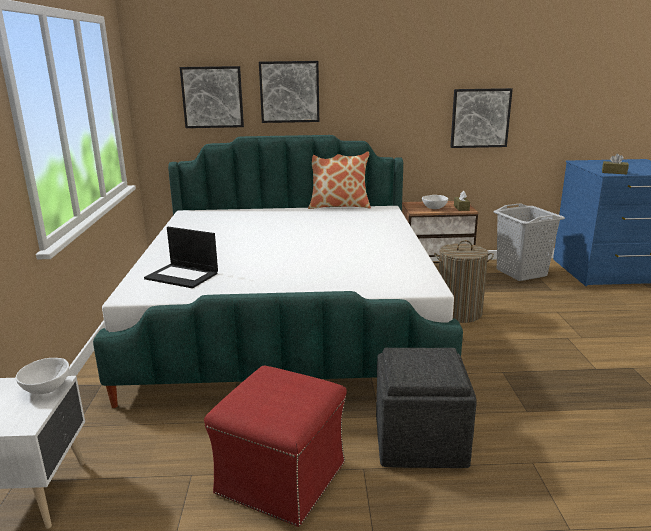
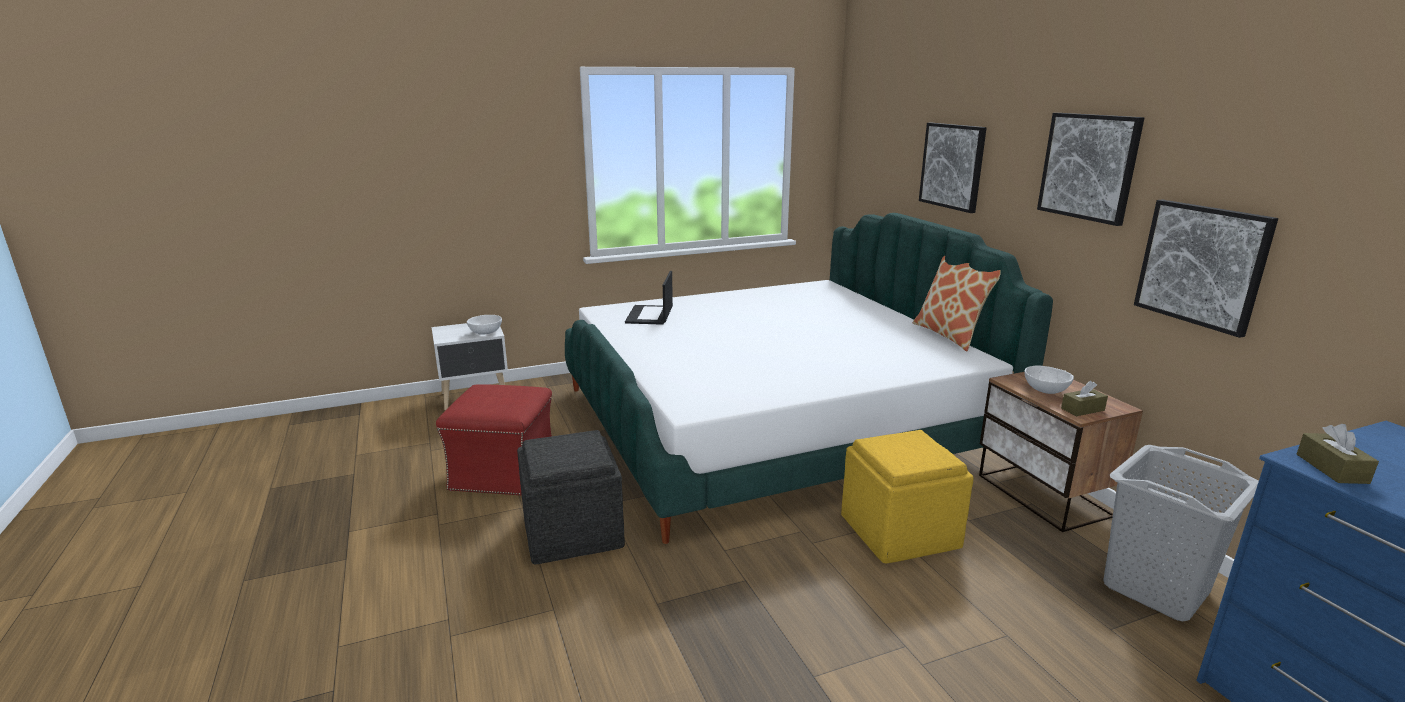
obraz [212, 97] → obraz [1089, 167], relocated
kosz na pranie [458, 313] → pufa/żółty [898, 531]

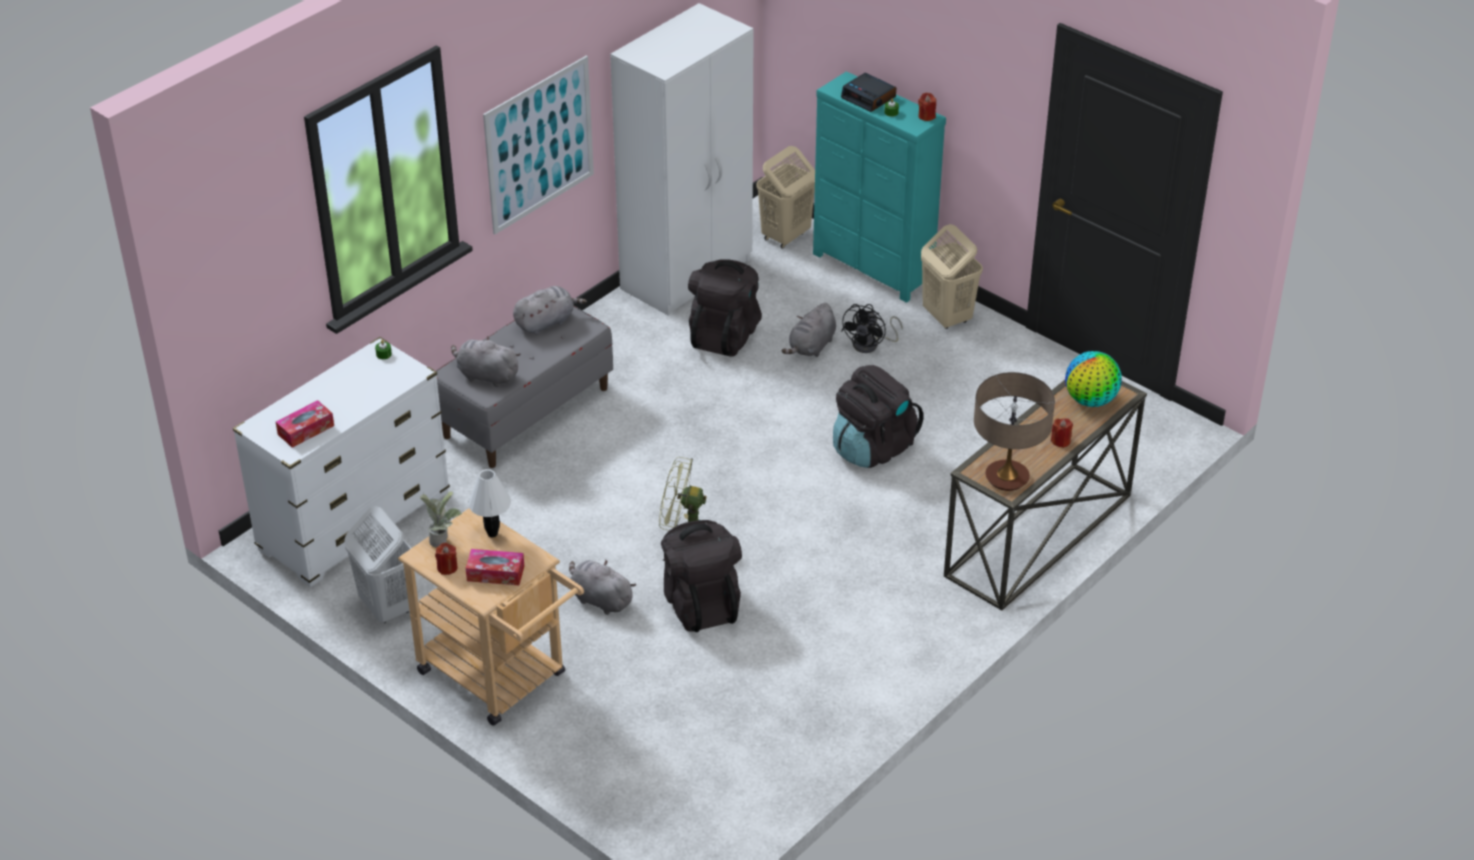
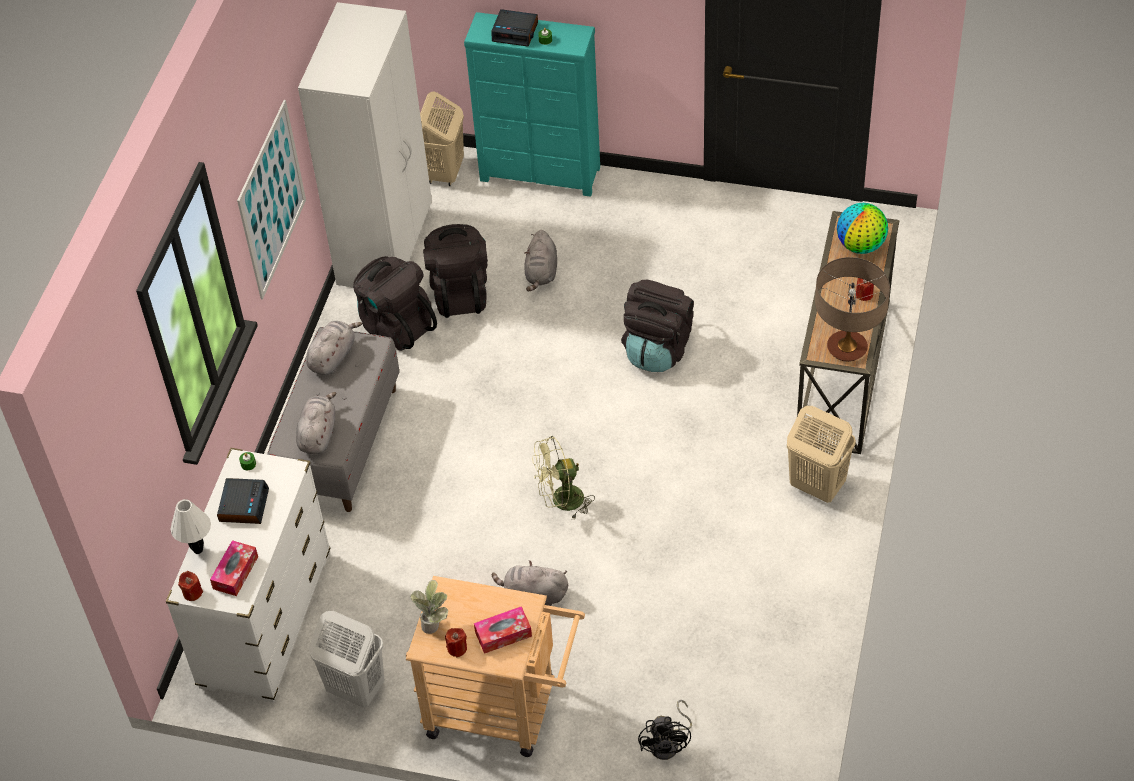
świeca/czerwony [926, 116] → świeca/czerwony [192, 593], relocated
kosz na pranie/beżowy [946, 317] → kosz na pranie/beżowy [816, 486], relocated
wentylator/czarny [871, 345] → wentylator/czarny [669, 743], relocated
pluszak/szary [486, 376] → pluszak/szary [318, 434], 105 degrees clockwise
lampa stołowa/biały [492, 534] → lampa stołowa/biały [198, 550], relocated
plecak/czarny [701, 603] → plecak/czarny [395, 325], relocated
- → budzik [243, 505]

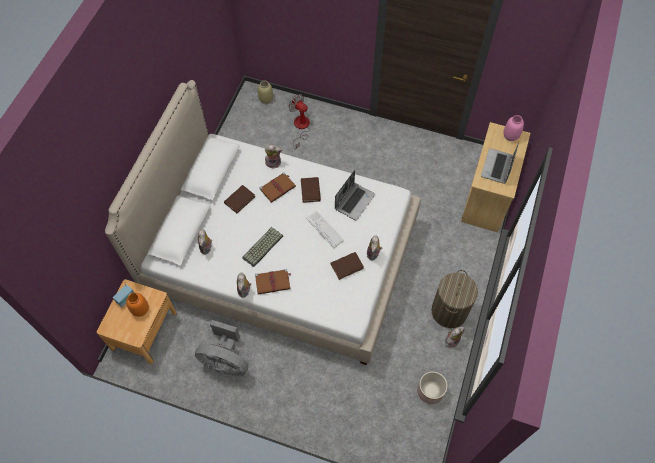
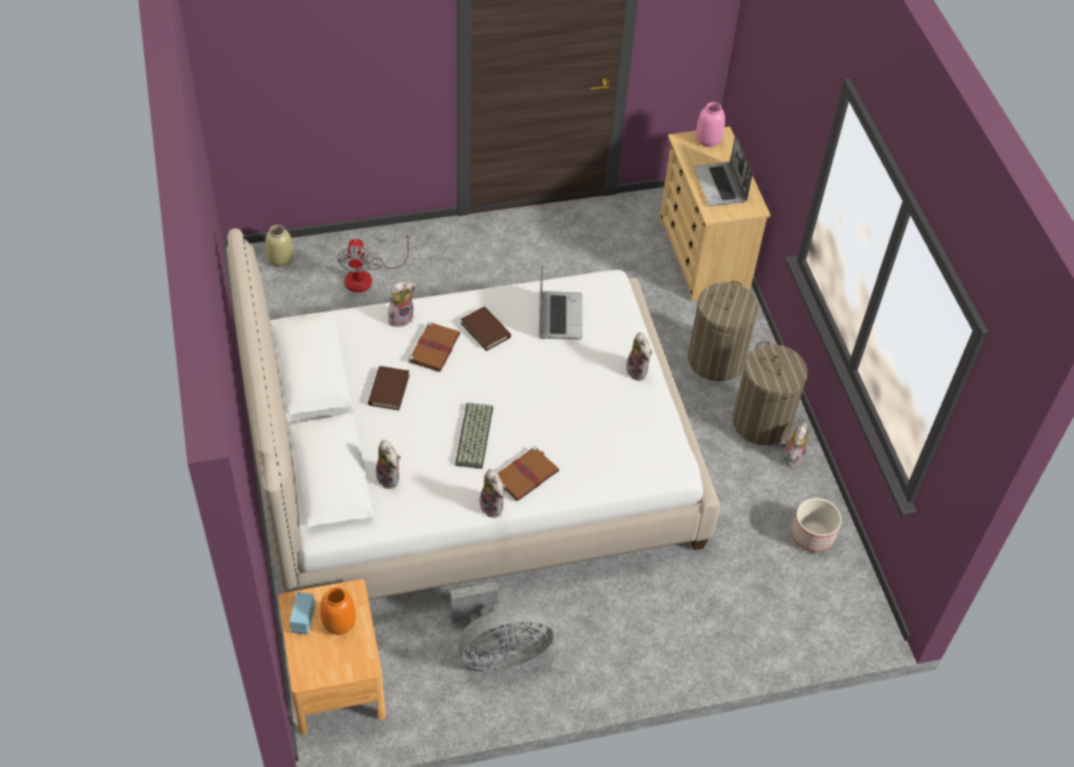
wentylator [301, 127] → wentylator [367, 276], 105 degrees counterclockwise
klawiatura [325, 229] → -
książka/brązowy [347, 266] → -
- → kosz na pranie [716, 360]

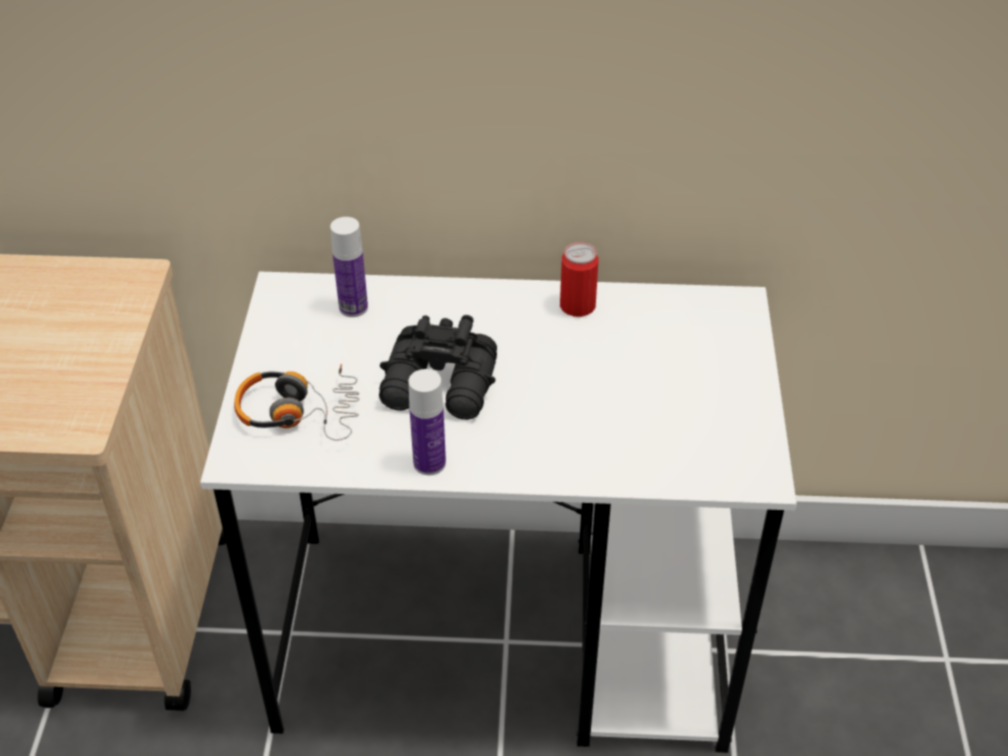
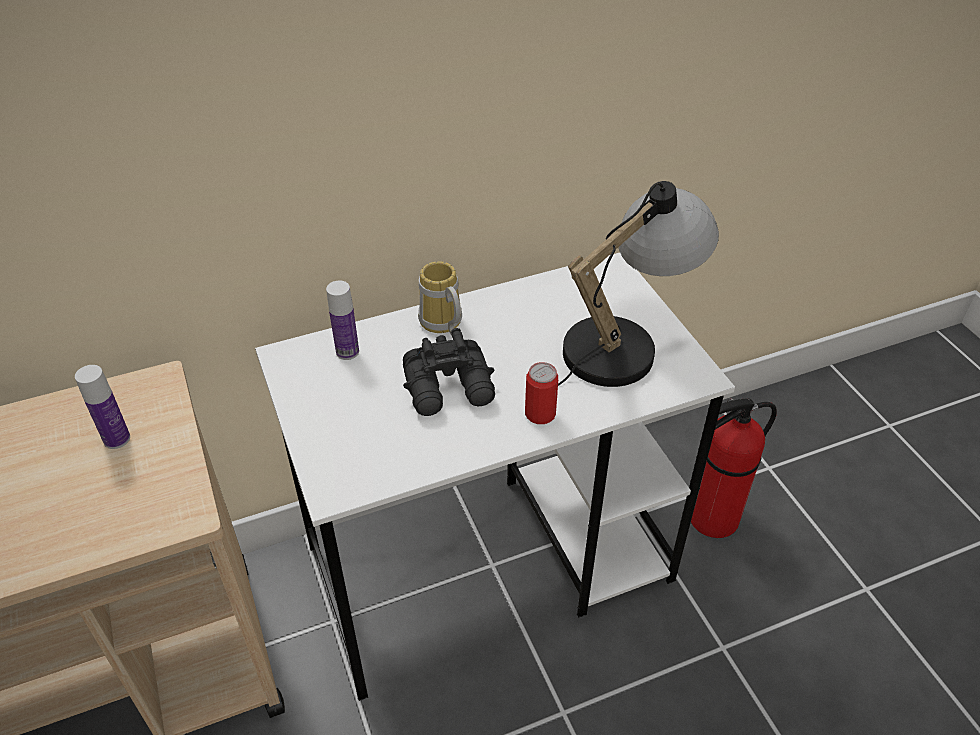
puszka [577, 306] → puszka [540, 414], relocated
słuchawki [299, 412] → -
butelka [429, 463] → butelka [117, 439], relocated
- → lampa stołowa [626, 342]
- → kubek [441, 325]
- → gaśnica [712, 519]

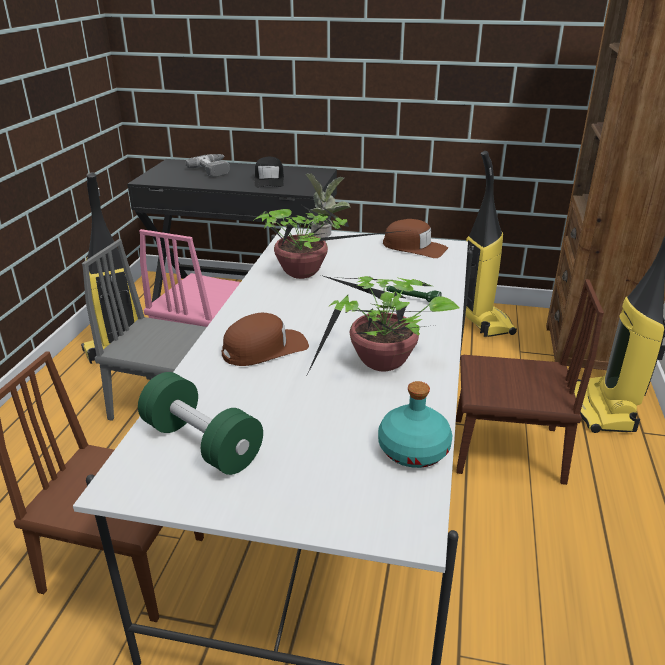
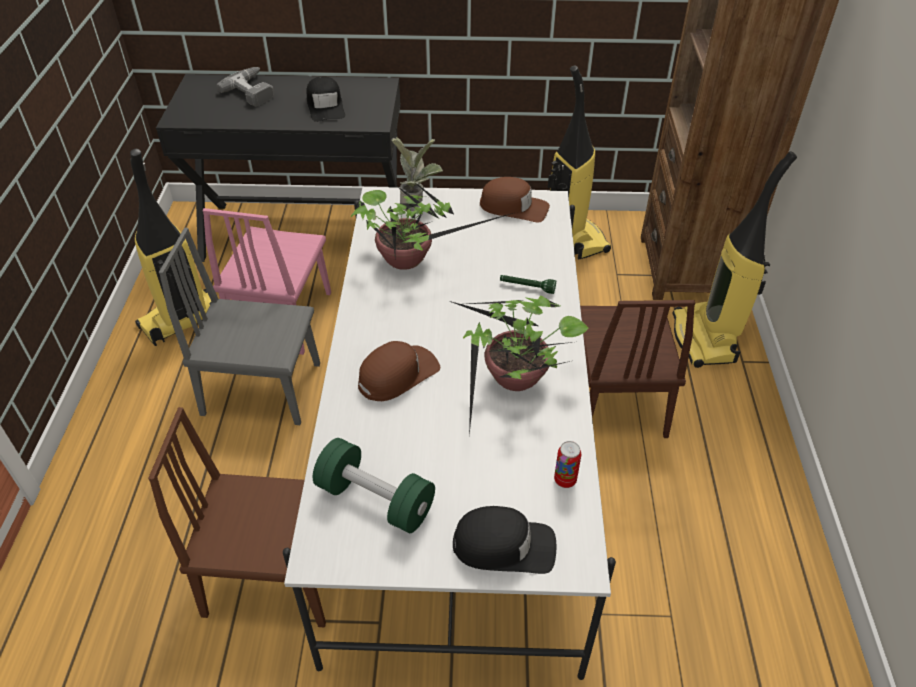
krzesło/brązowy [507, 450] → krzesło/brązowy [616, 398], 90 degrees clockwise
butelka/turkusowy [414, 450] → puszka [565, 480]
- → czapka z daszkiem/czarny [504, 546]

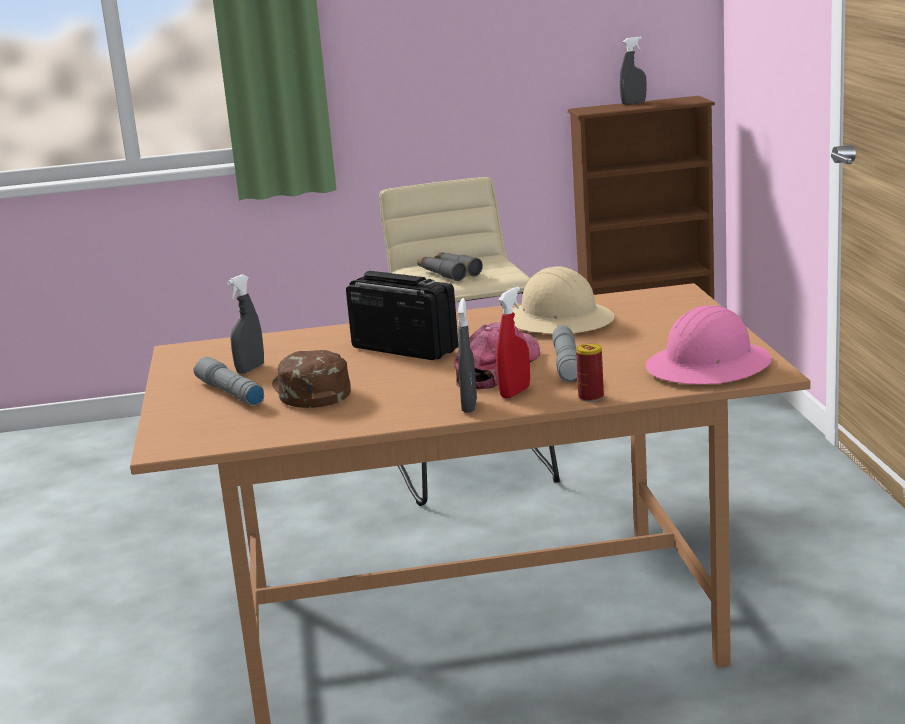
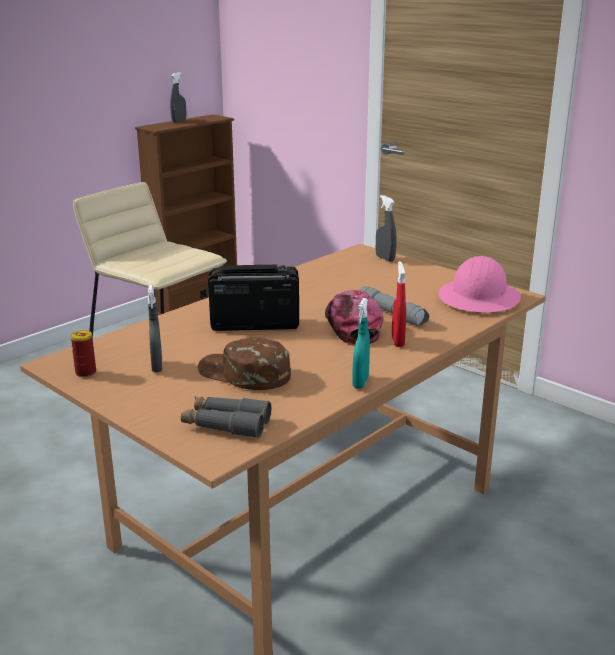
lornetka/szary [448, 273] → lornetka/szary [226, 424], relocated
kask/beżowy [559, 321] → -
spryskiwacz/szary [469, 406] → spryskiwacz/szary [385, 258], relocated
puszka [591, 397] → puszka [86, 373], relocated
latarka/szary [229, 393] → -
- → spryskiwacz/turkusowy [360, 382]

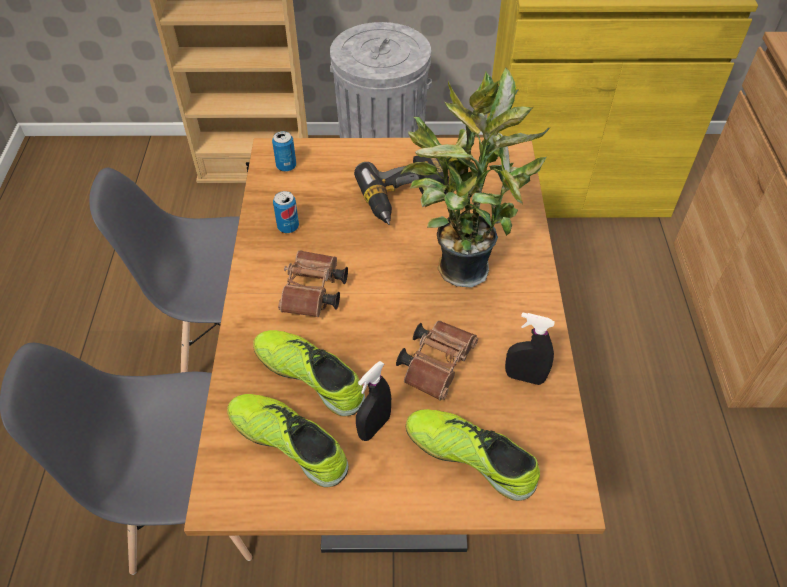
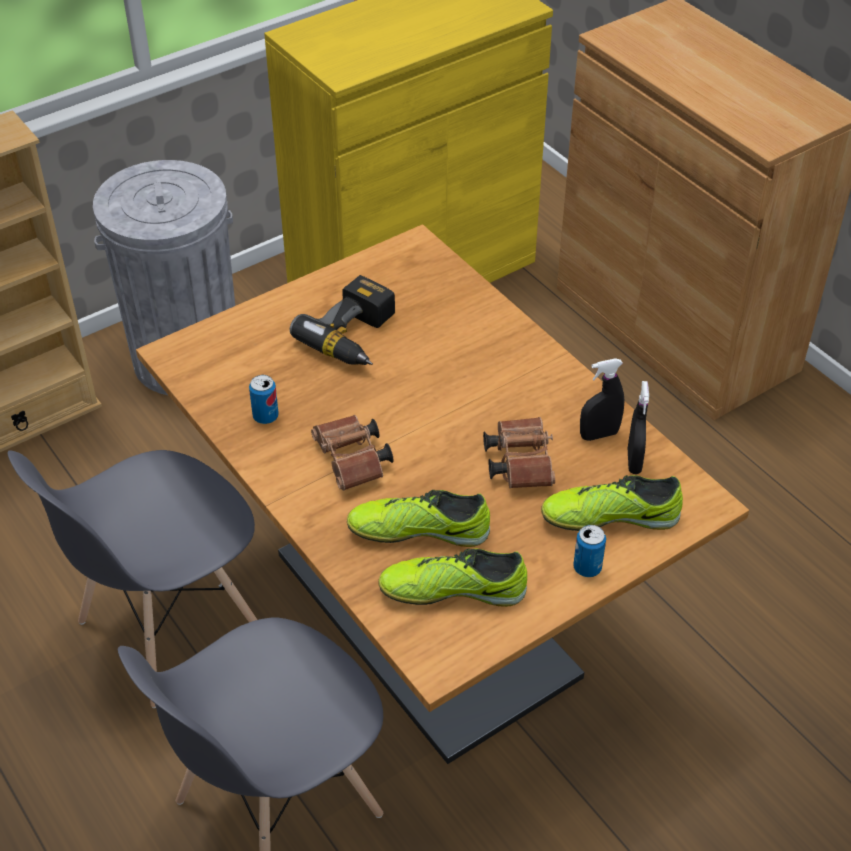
roślina doniczkowa [459, 265] → -
puszka [286, 166] → puszka [587, 568], relocated
spryskiwacz/czarny [374, 427] → spryskiwacz/czarny [634, 461], relocated

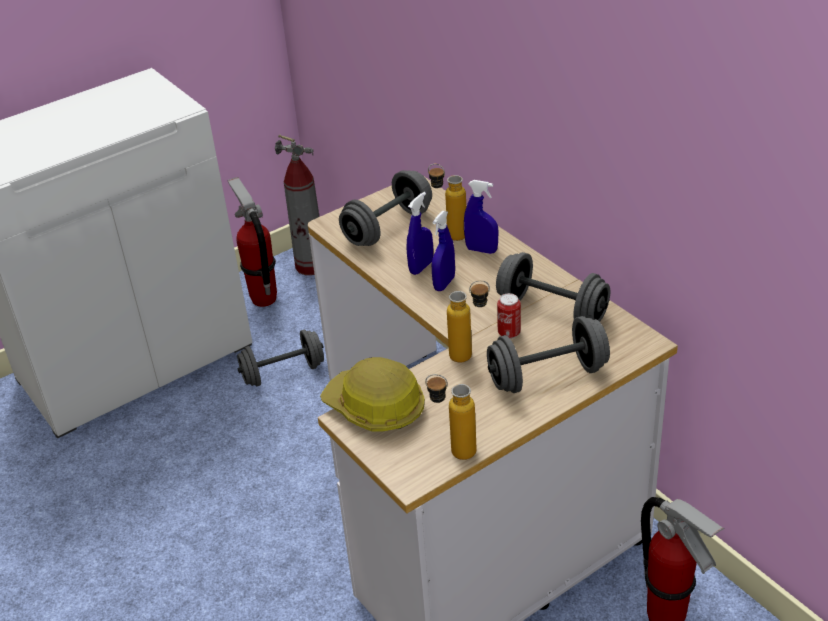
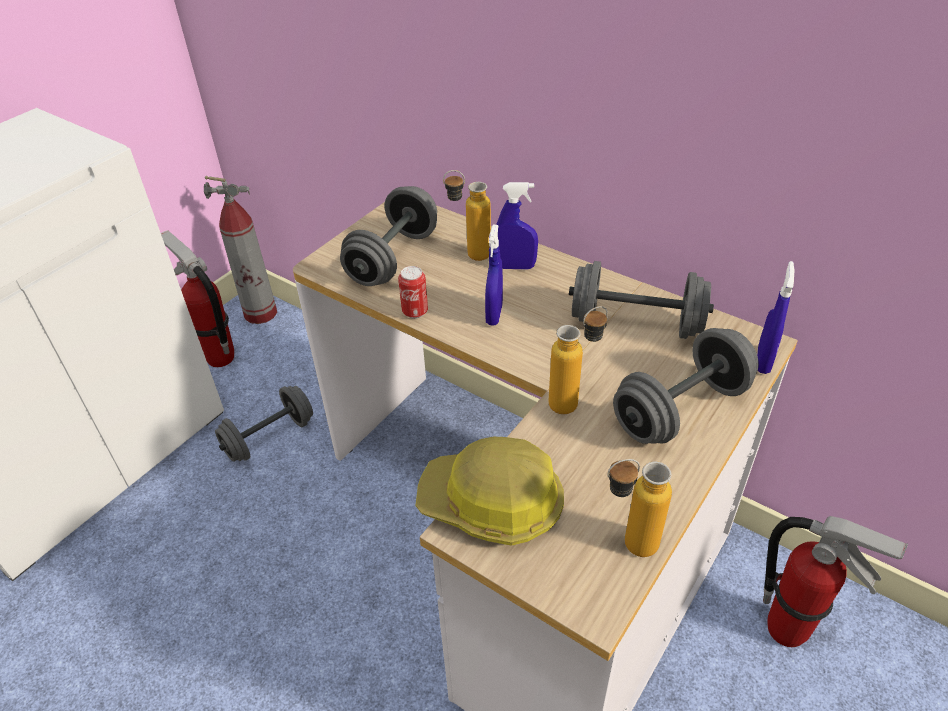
spryskiwacz/niebieski [421, 267] → spryskiwacz/niebieski [763, 361], relocated
puszka [509, 333] → puszka [415, 312], relocated

